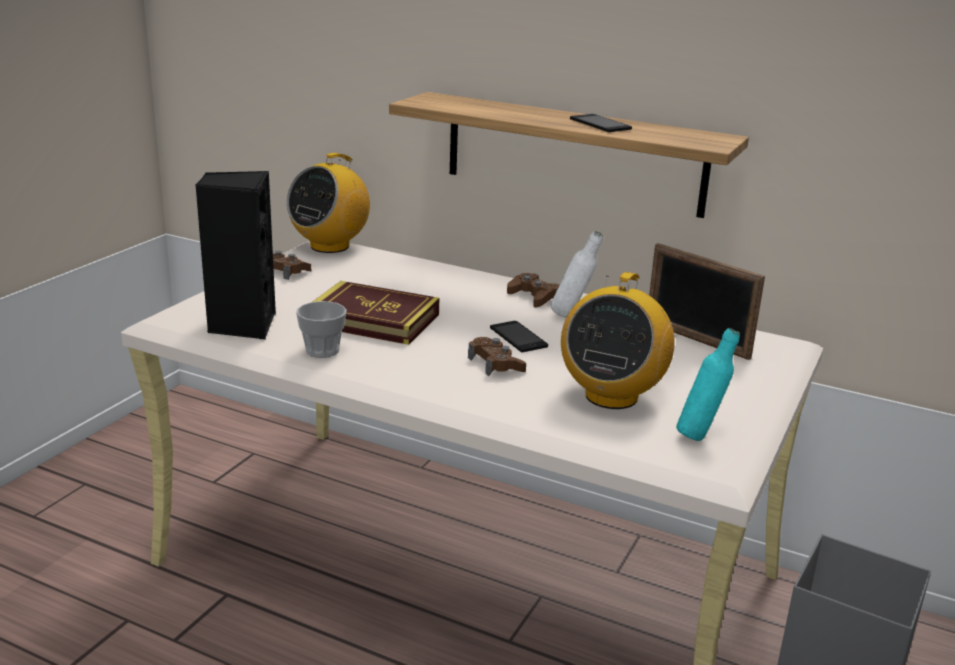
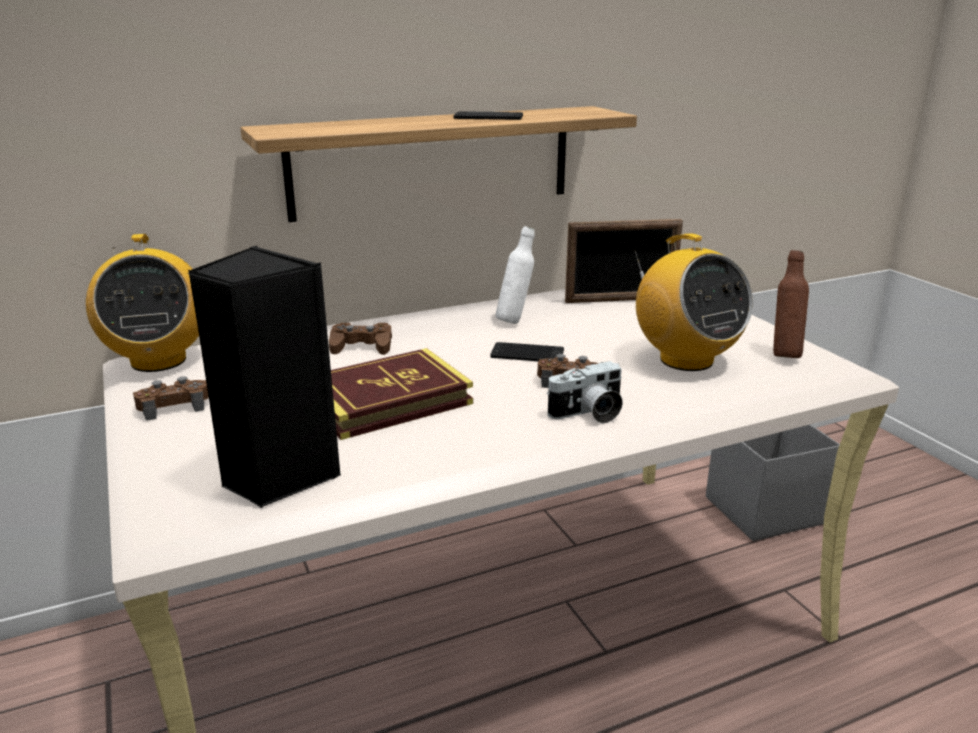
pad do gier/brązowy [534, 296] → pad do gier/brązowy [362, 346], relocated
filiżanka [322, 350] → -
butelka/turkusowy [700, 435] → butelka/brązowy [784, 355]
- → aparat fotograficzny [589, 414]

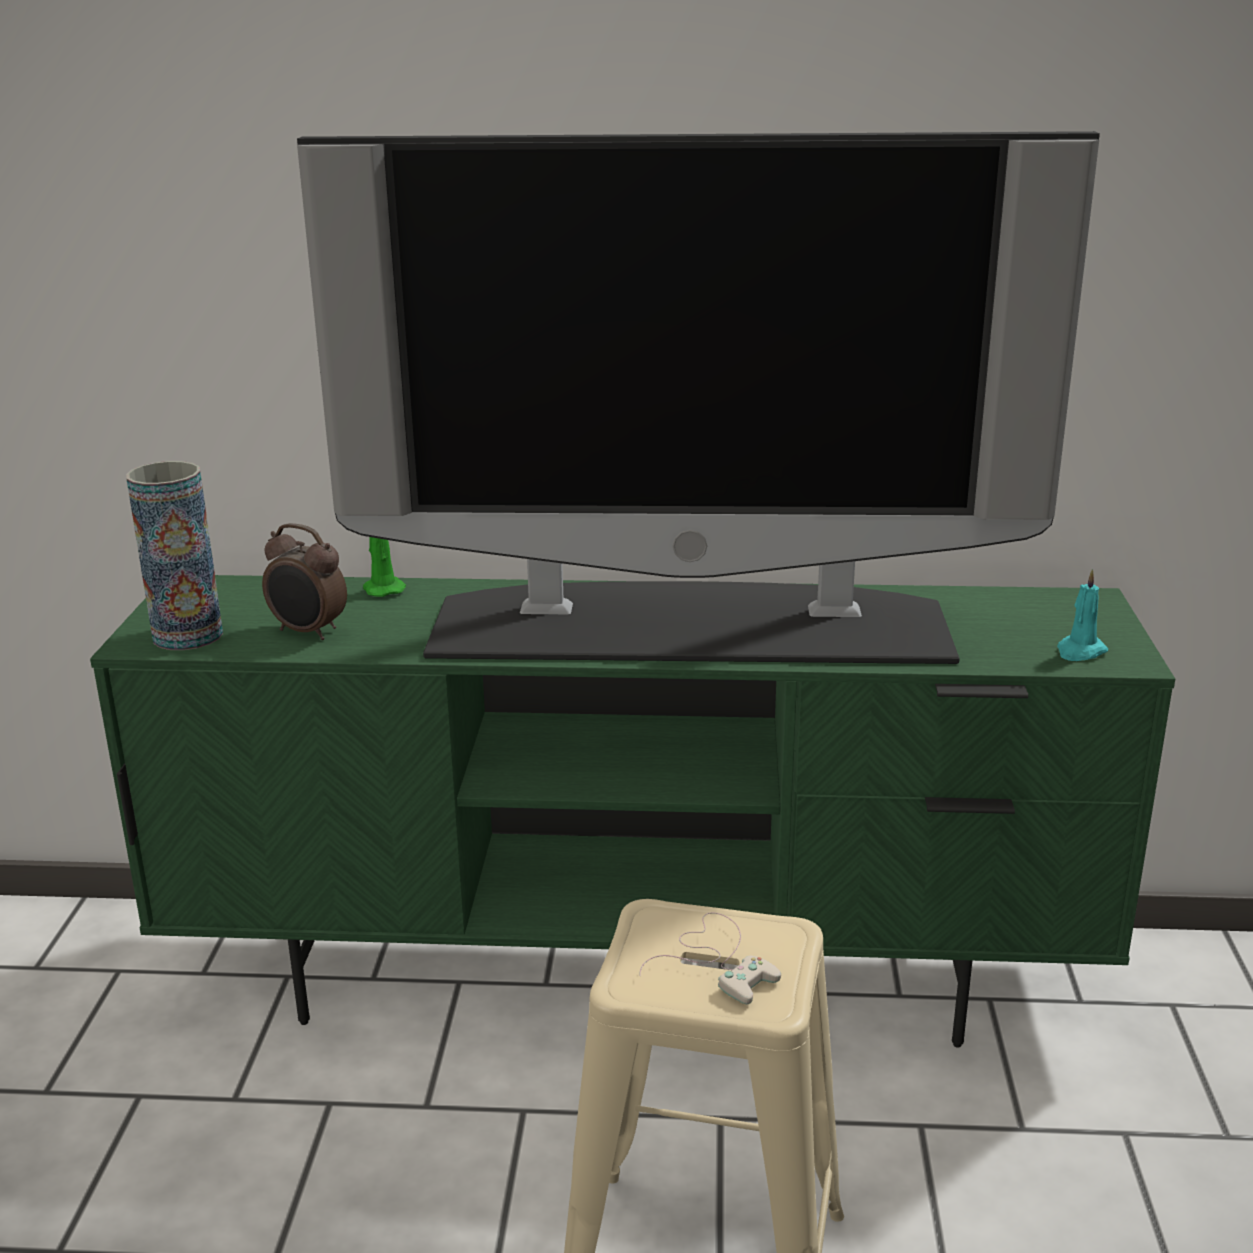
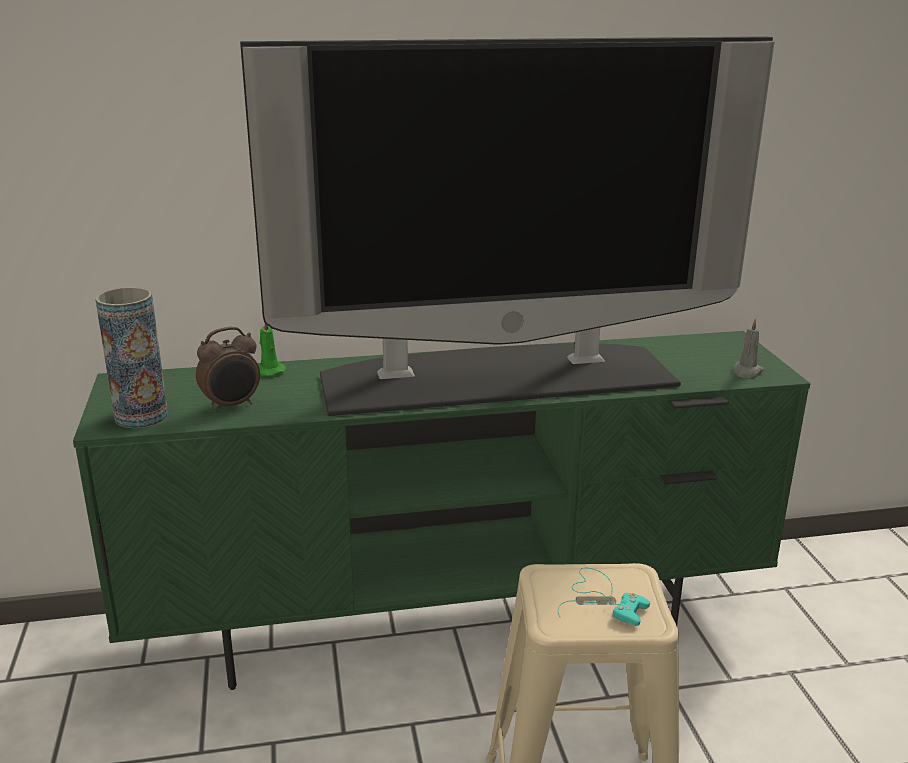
budzik [308, 632] → budzik [232, 406], 45 degrees counterclockwise
świeca/turkusowy [1080, 651] → świeca/szary [746, 371]
pad do gier/biały [717, 960] → pad do gier/turkusowy [601, 599]

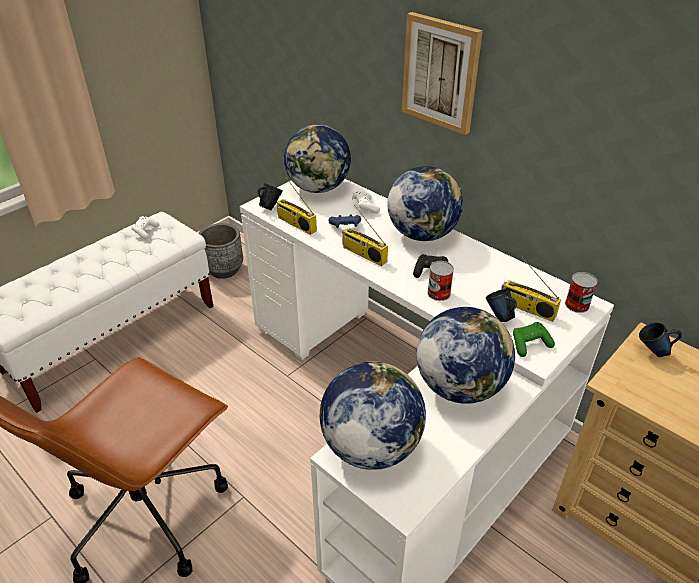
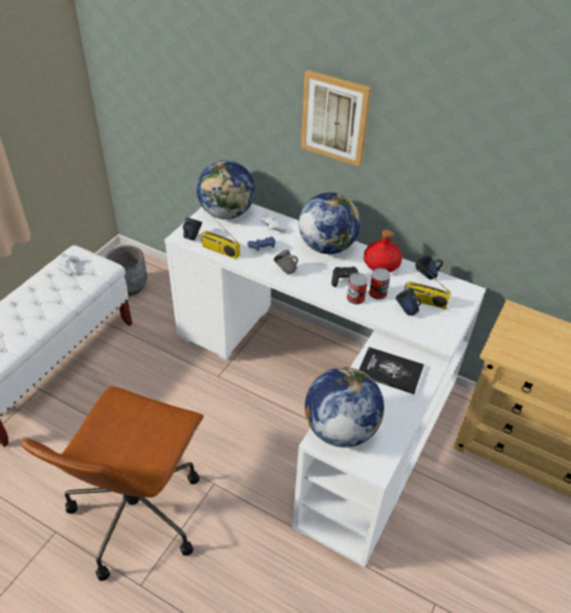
radio [363, 254] → kubek/szary [285, 271]
puszka [577, 305] → puszka [377, 293], relocated
globus [459, 386] → książka [390, 371]
pad do gier/zielony [529, 344] → -
kubek/niebieski [652, 353] → kubek/niebieski [426, 277], relocated
- → butelka/czerwony [381, 264]

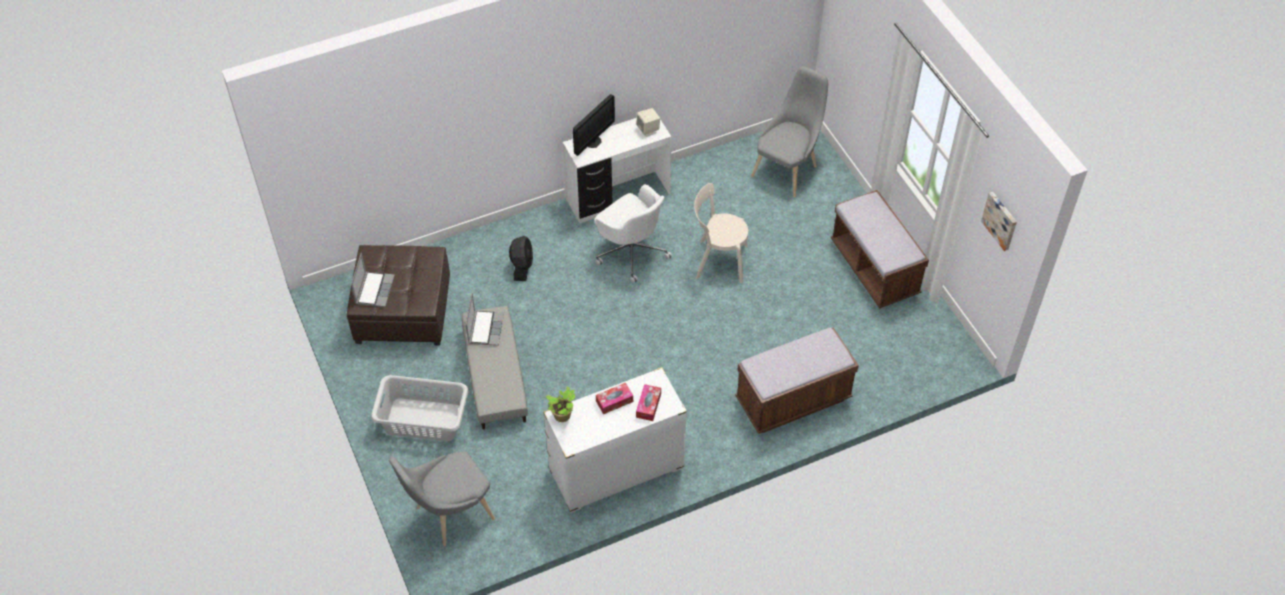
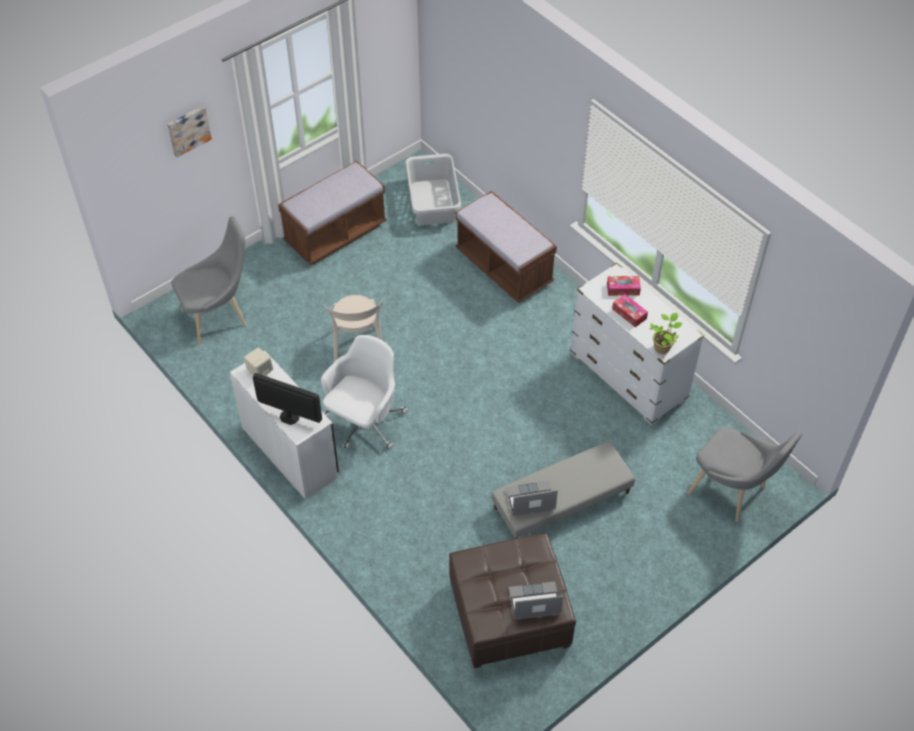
krzesło/szary [787, 169] → krzesło/szary [219, 316], 135 degrees clockwise
obraz [1000, 220] → obraz [188, 130], relocated
wentylator/czarny [522, 266] → -
kosz na pranie/szary [424, 420] → kosz na pranie/szary [433, 202], relocated

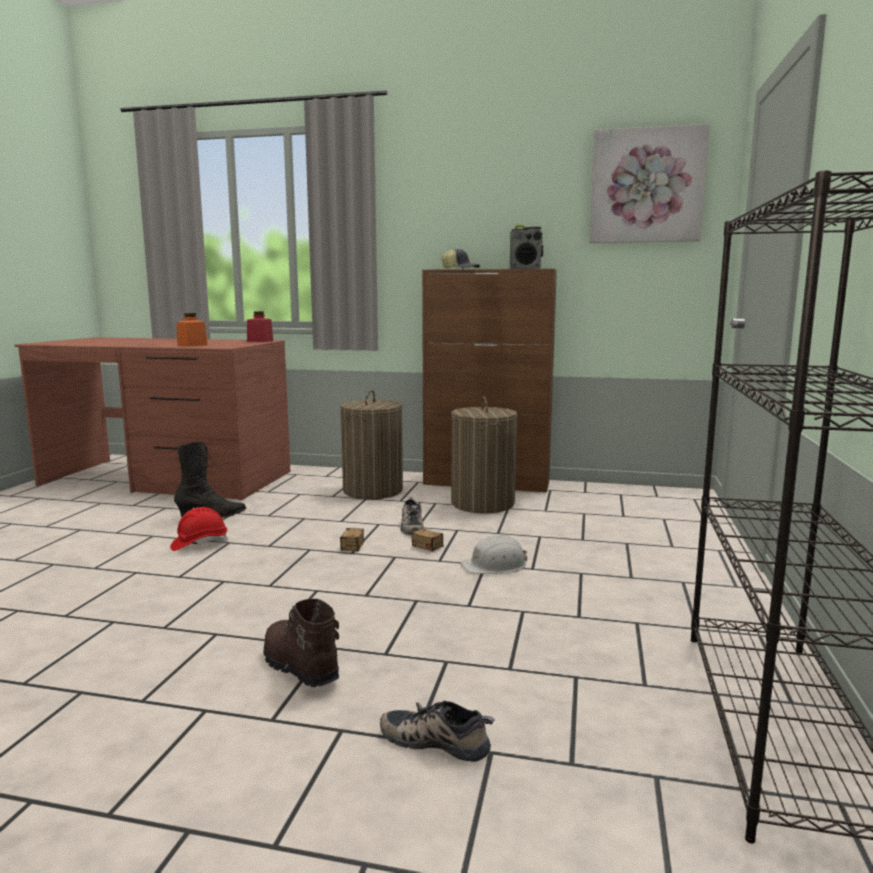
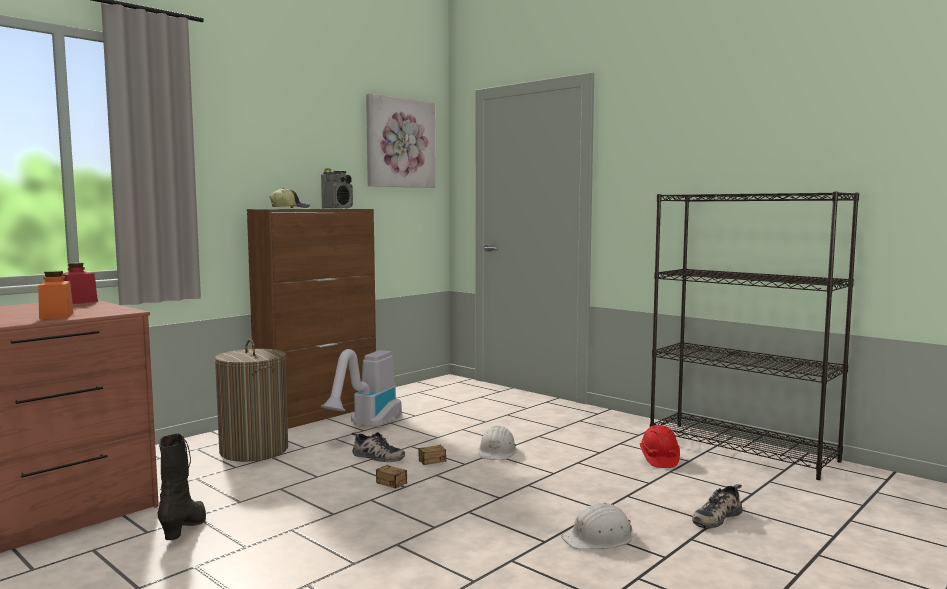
kosz na pranie [482, 503] → odkurzacz [366, 426]
kask/czerwony [199, 544] → kask/czerwony [659, 459], relocated
but z cholewką/brązowy [299, 667] → kask/biały [599, 538]

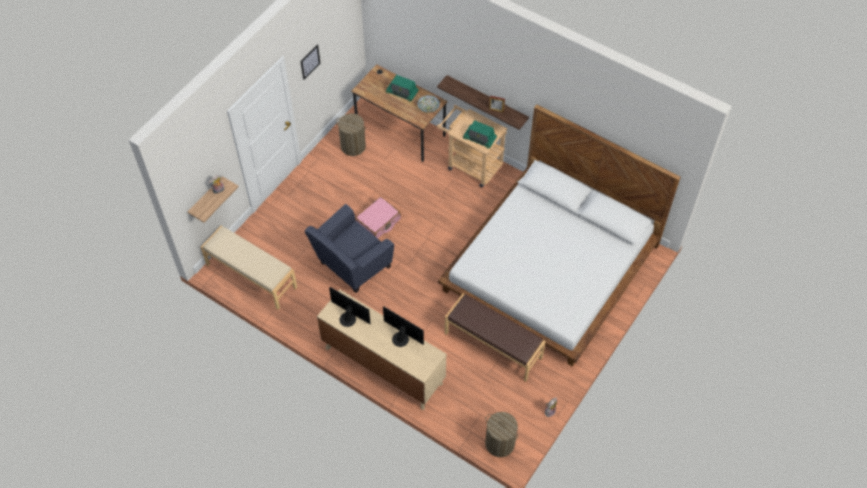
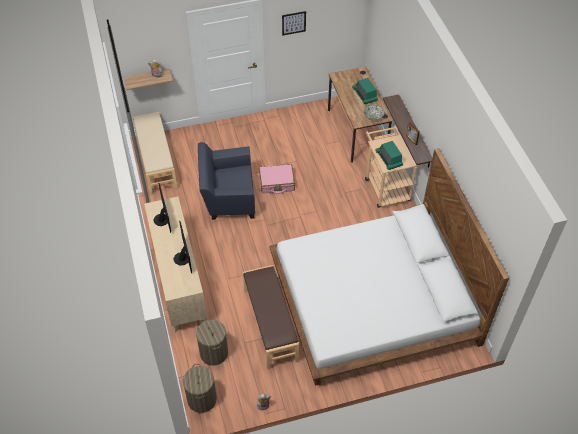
kosz na pranie [353, 146] → kosz na pranie [214, 353], relocated

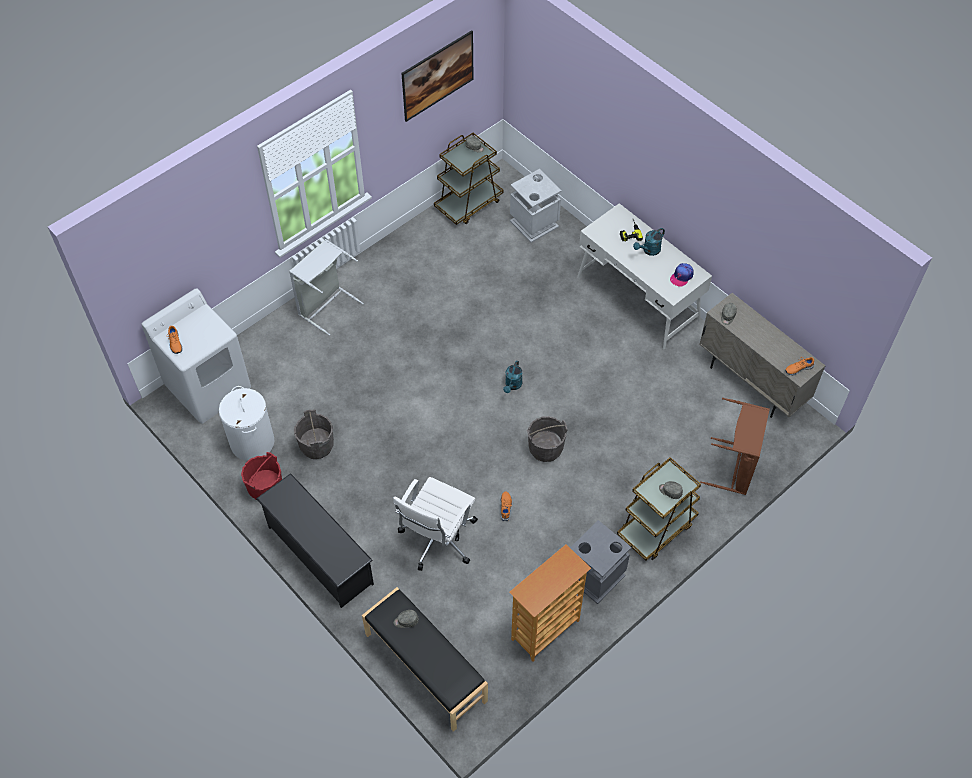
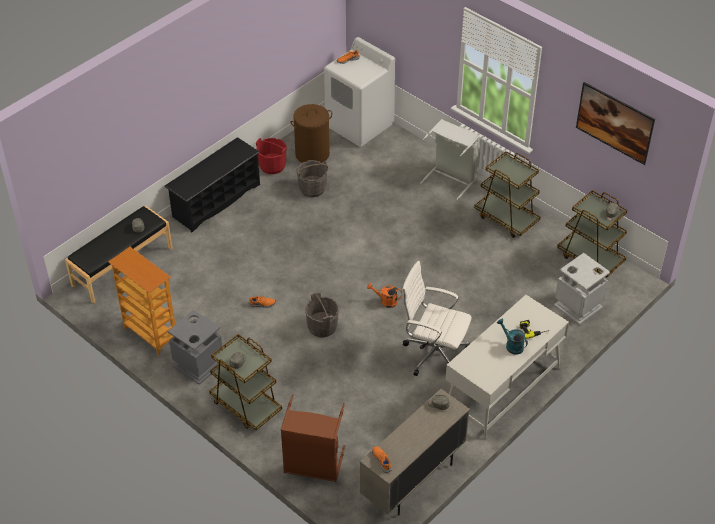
czapka z daszkiem [681, 276] → -
konewka/turkusowy [512, 385] → konewka/pomarańczowy [385, 301]
kosz na pranie/biały [252, 442] → kosz na pranie/brązowy [312, 154]
krzesło biurowe/biały [437, 539] → krzesło biurowe/biały [434, 353], relocated
- → wózek/brązowy [506, 218]

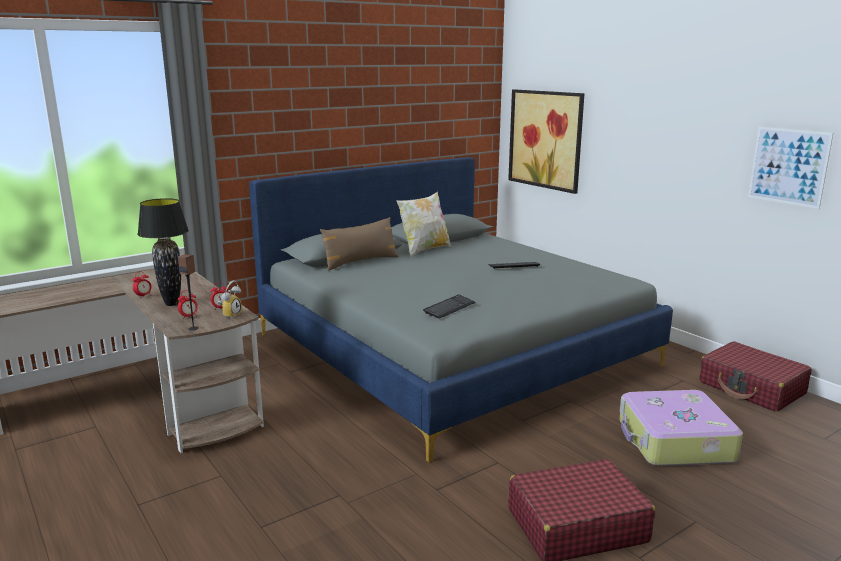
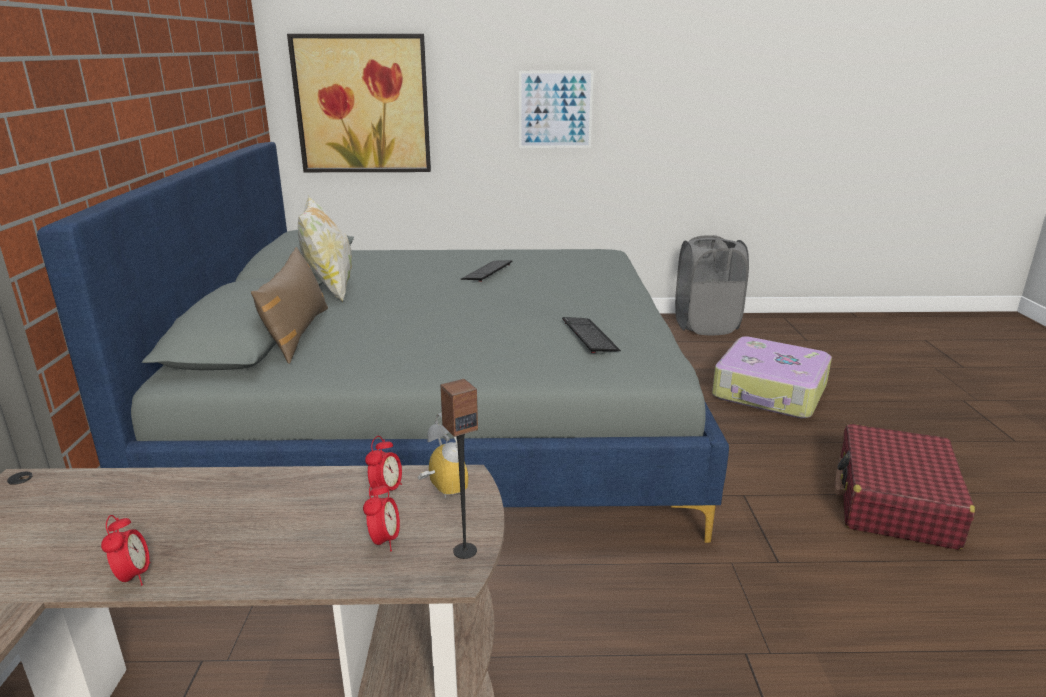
obraz [788, 166] → obraz [555, 110], relocated
lampa stołowa/czarny [171, 304] → -
walizka/czerwony [751, 388] → kosz na pranie/szary [706, 326]

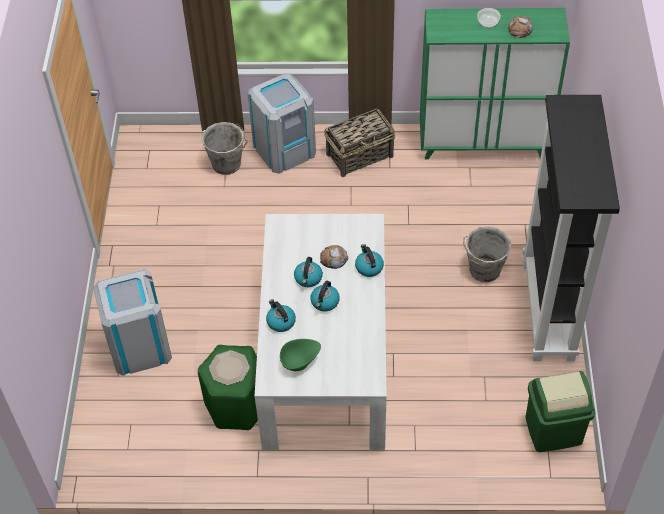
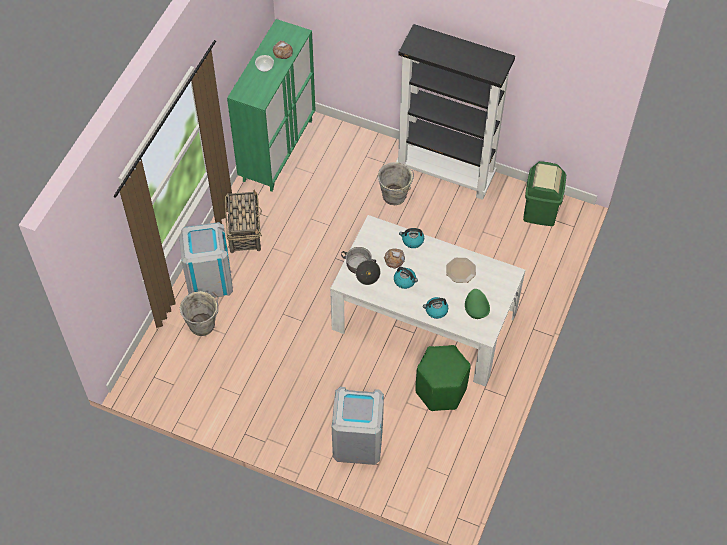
czajnik [325, 302] → -
talerz [229, 368] → talerz [461, 270], relocated
- → garnek [361, 269]

